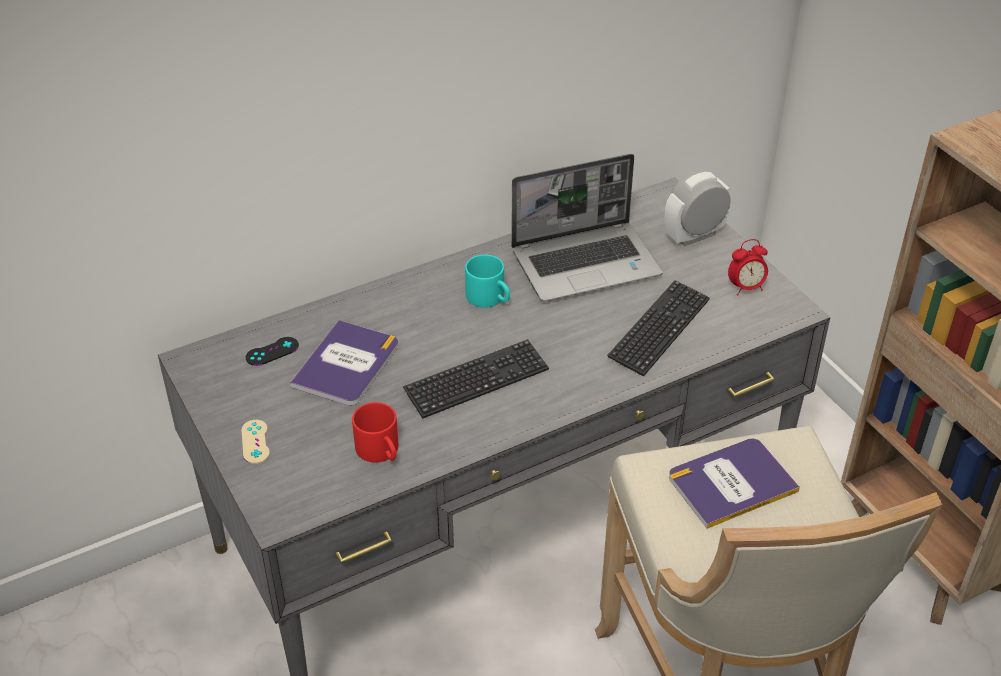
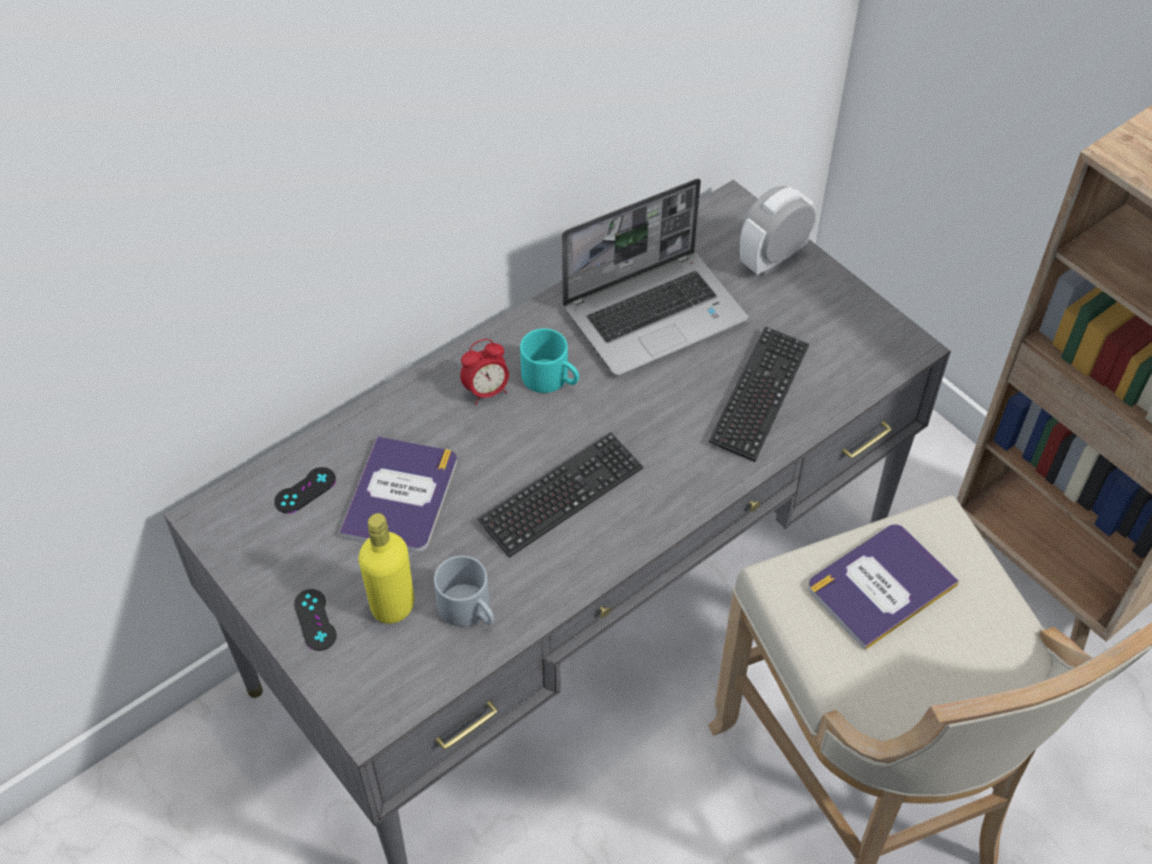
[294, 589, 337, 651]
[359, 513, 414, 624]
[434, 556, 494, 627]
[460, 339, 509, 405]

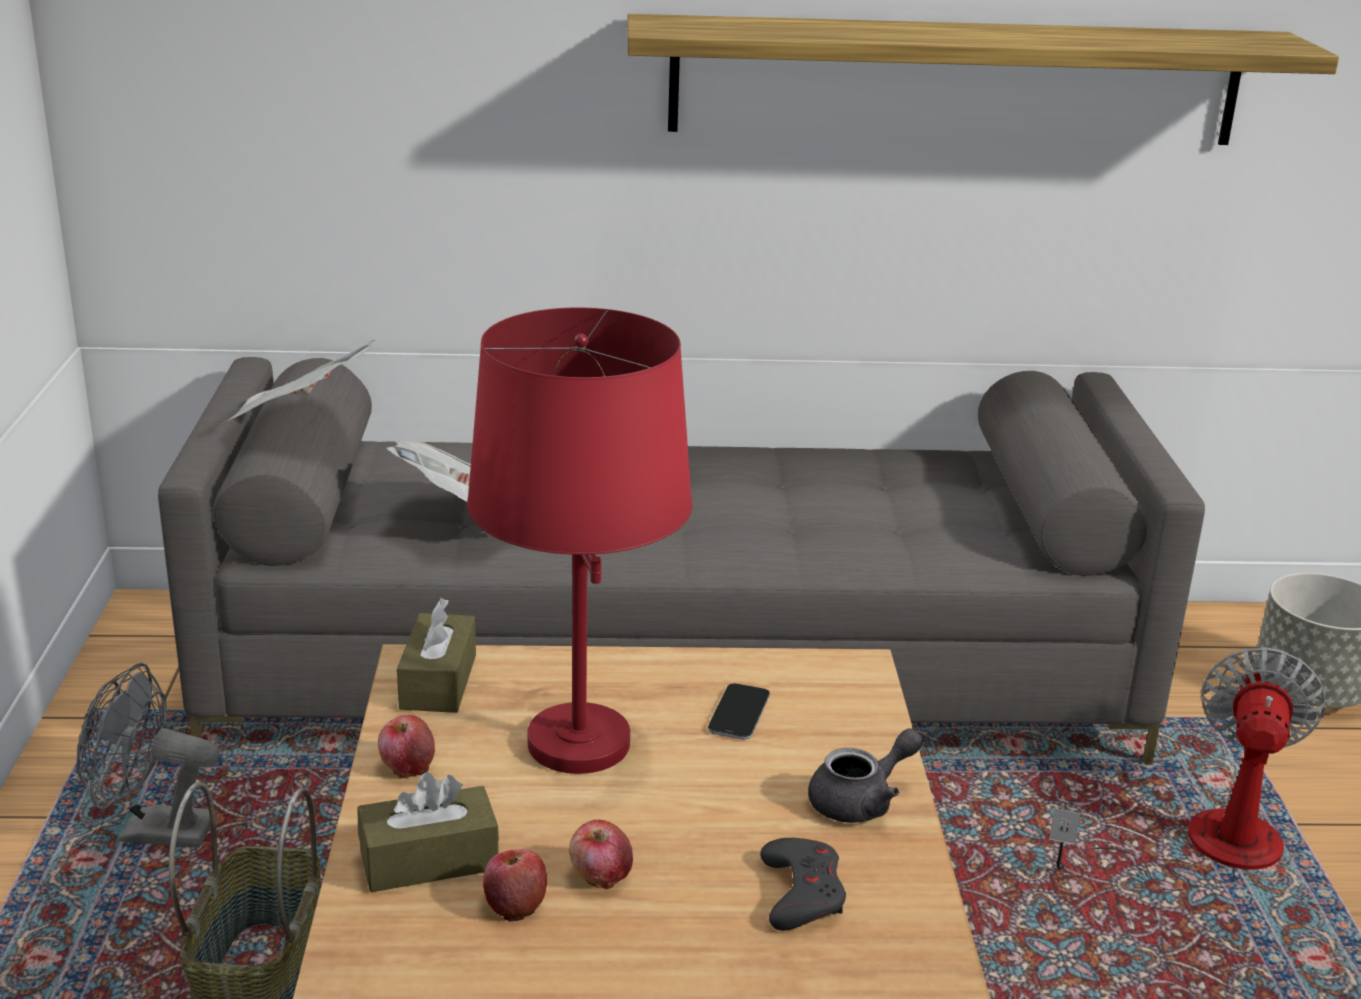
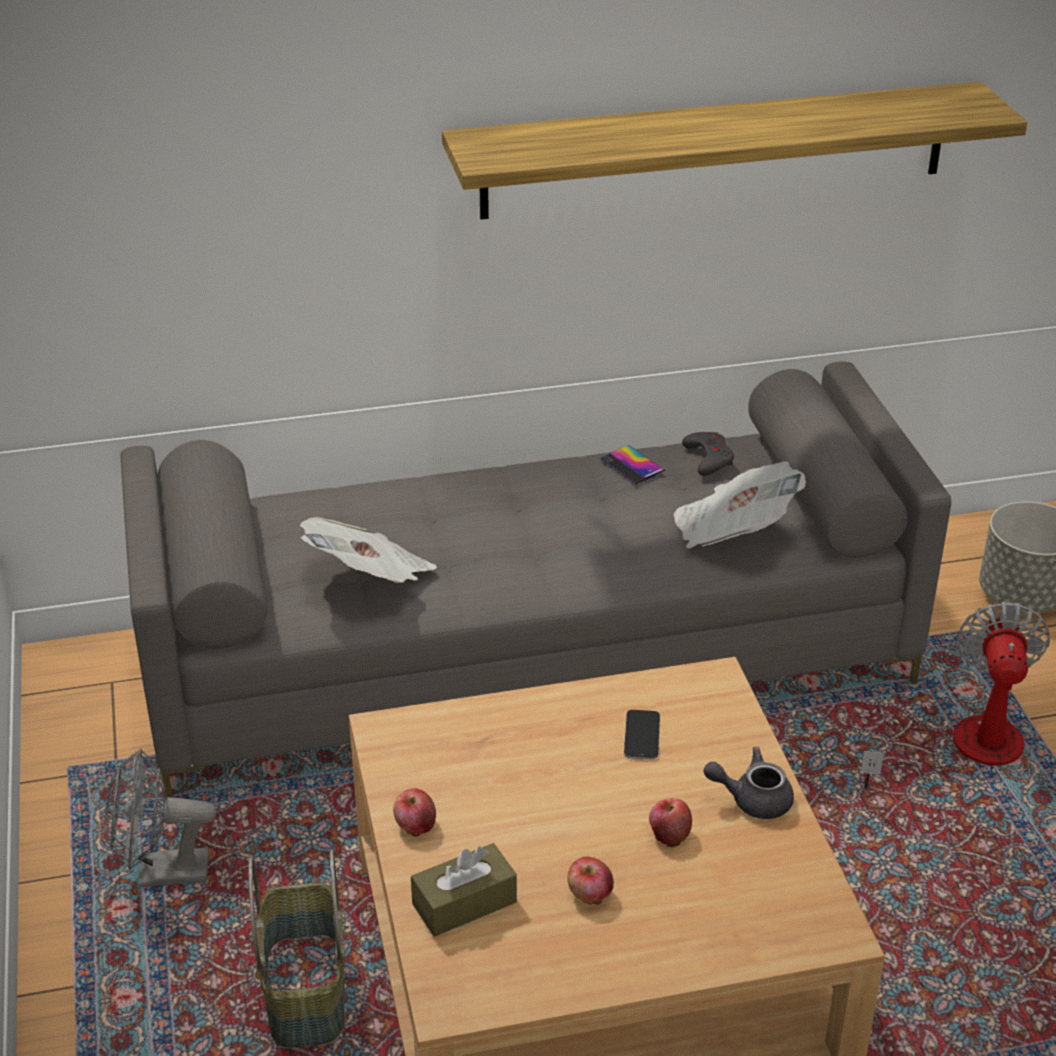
[600, 445, 665, 484]
[649, 798, 692, 847]
[673, 462, 806, 549]
[682, 432, 734, 476]
[703, 747, 794, 819]
[397, 598, 476, 713] (first image)
[467, 307, 692, 774] (first image)

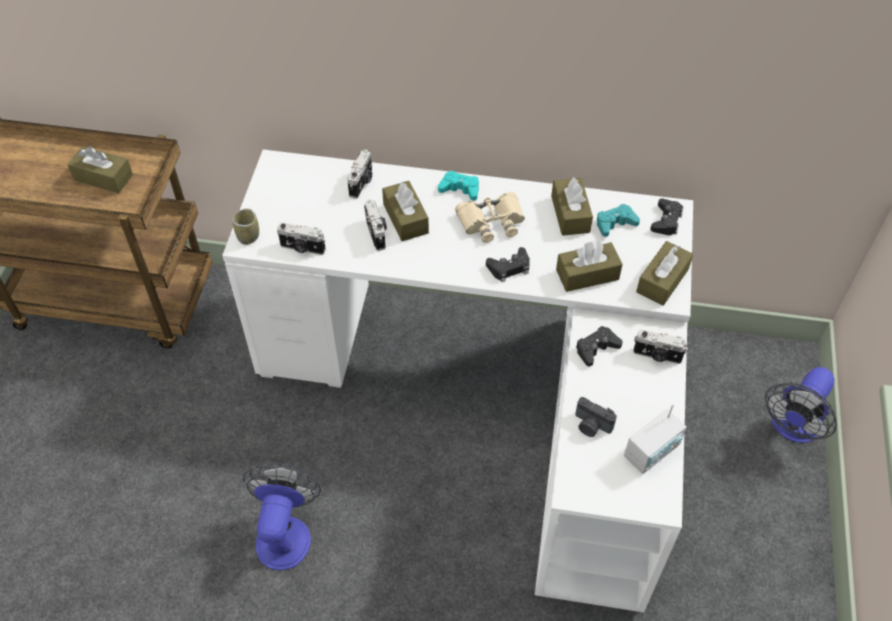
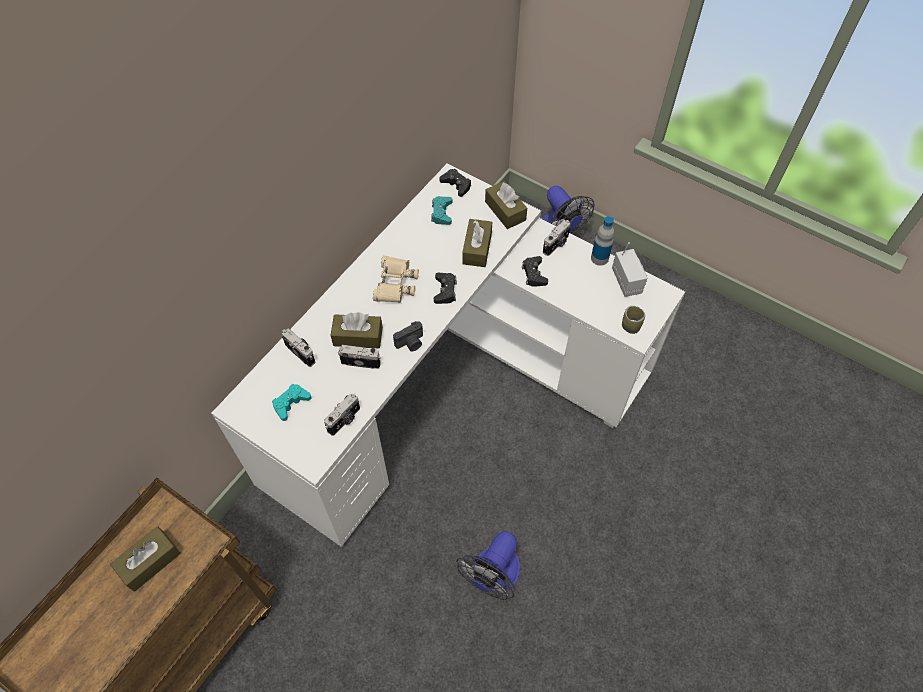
[272, 384, 312, 421]
[393, 321, 423, 352]
[456, 531, 520, 600]
[591, 216, 614, 266]
[622, 306, 645, 334]
[551, 177, 593, 236] (first image)

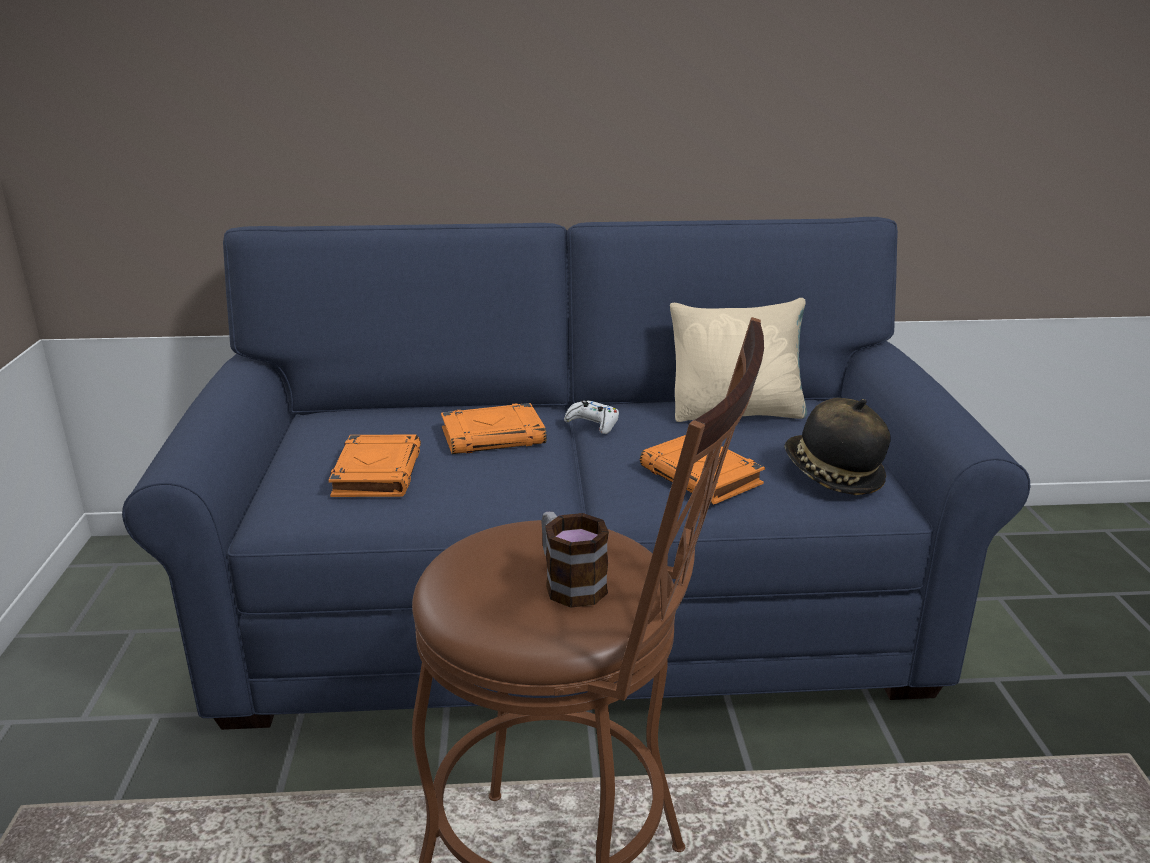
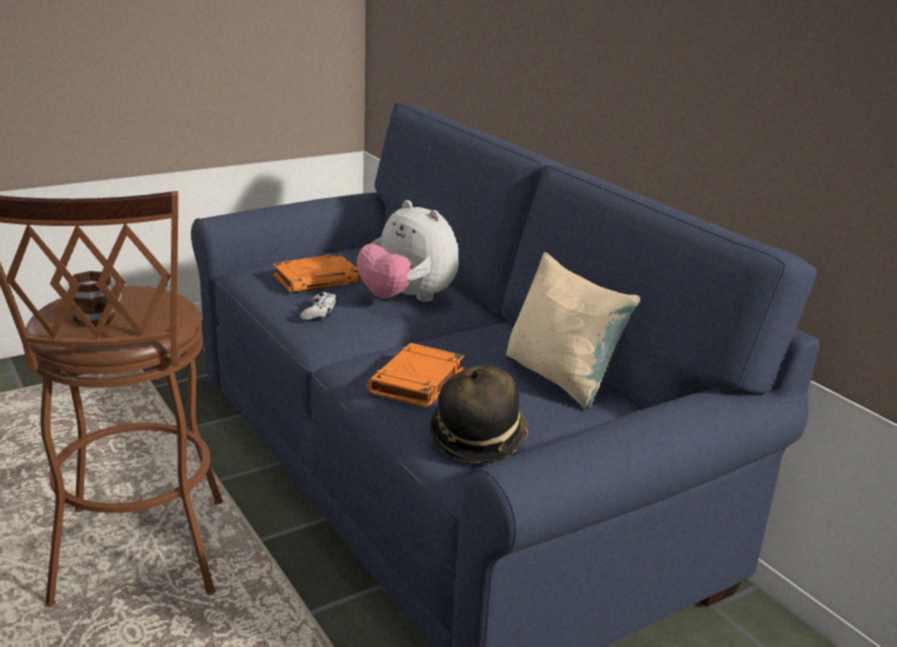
[300, 292, 337, 320]
[357, 200, 459, 302]

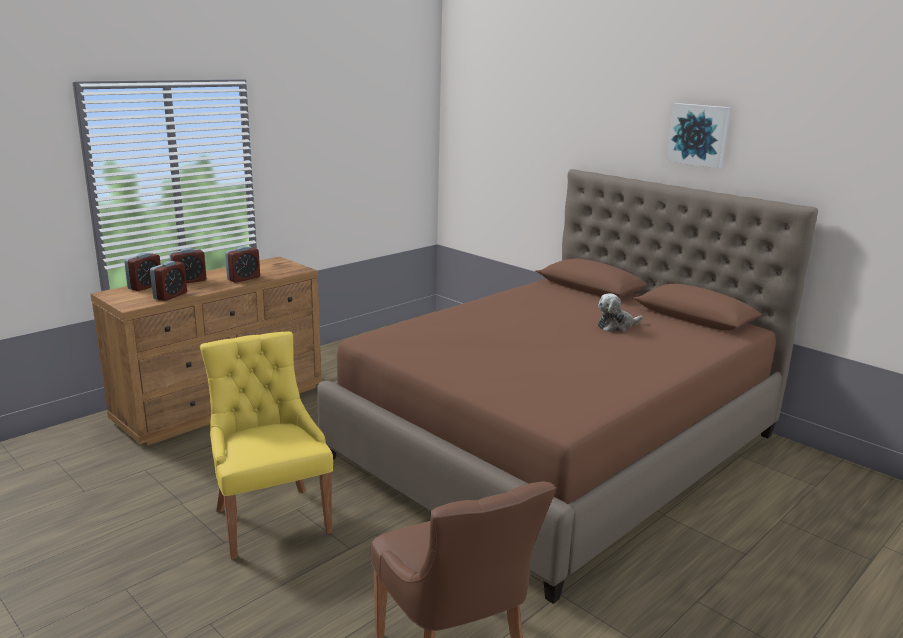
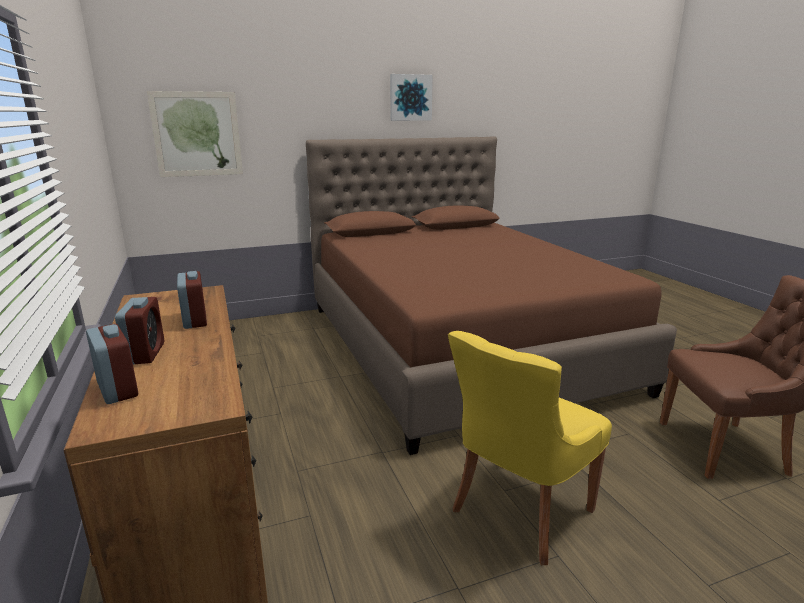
[147, 91, 243, 177]
[448, 331, 612, 565]
[150, 261, 187, 301] (first image)
[597, 293, 643, 332] (first image)

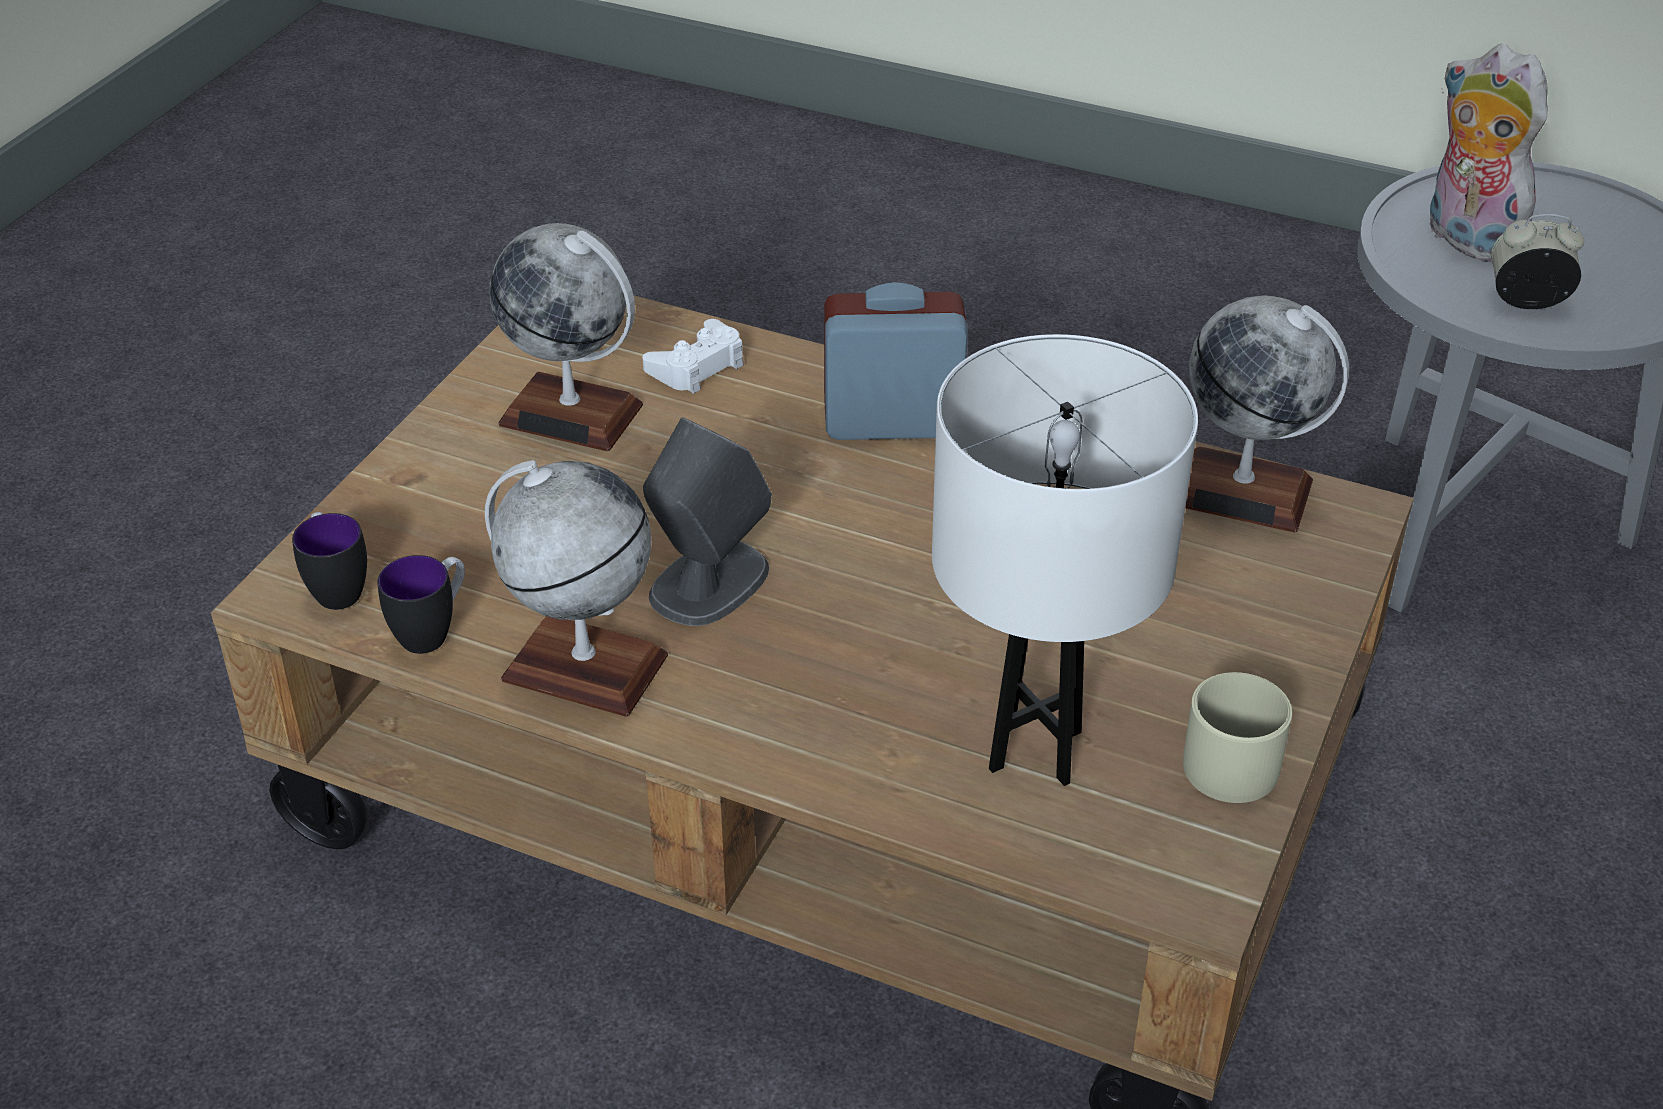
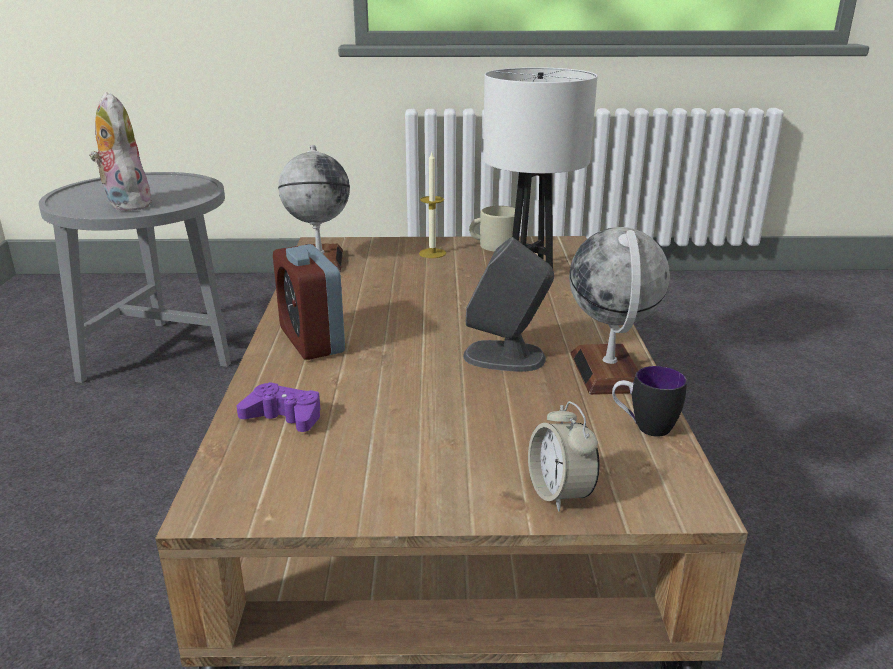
[90, 92, 154, 211]
[237, 382, 321, 432]
[419, 152, 446, 258]
[528, 401, 600, 512]
[292, 512, 367, 610] (first image)
[490, 223, 643, 451] (first image)

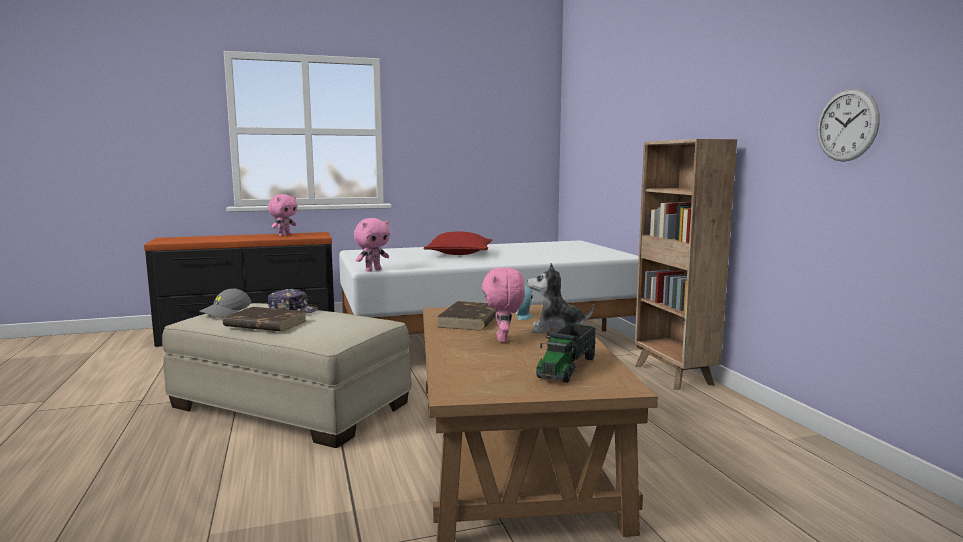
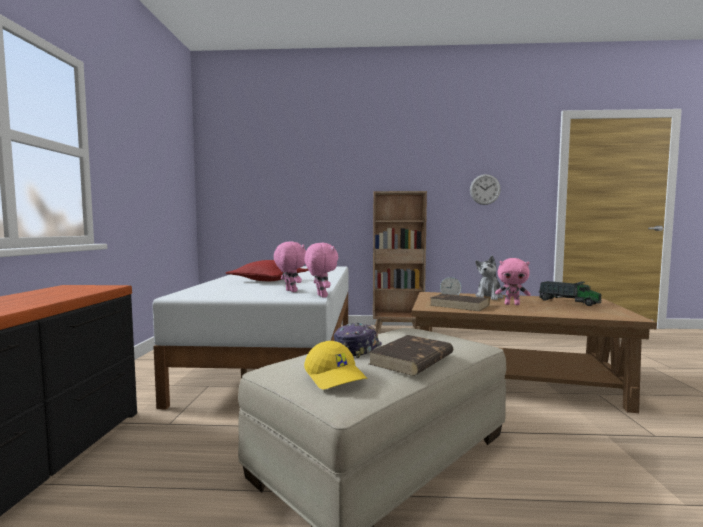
[274, 242, 306, 292]
[304, 341, 368, 389]

